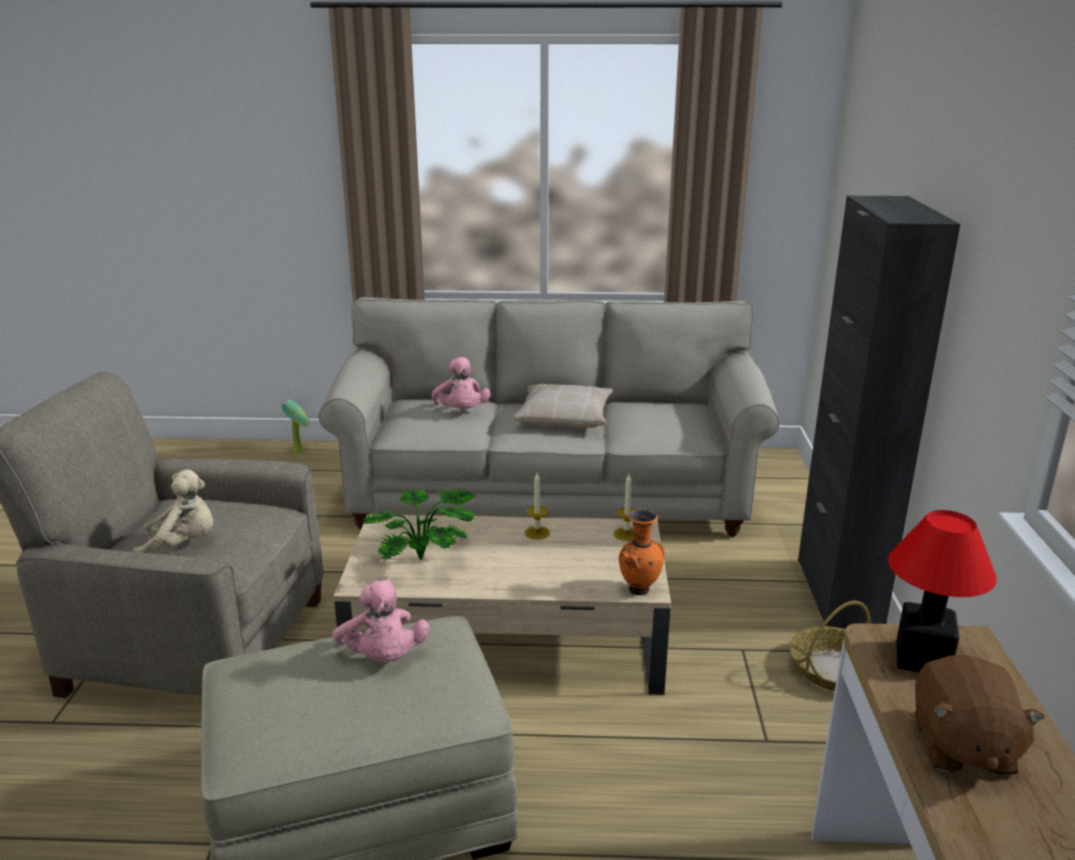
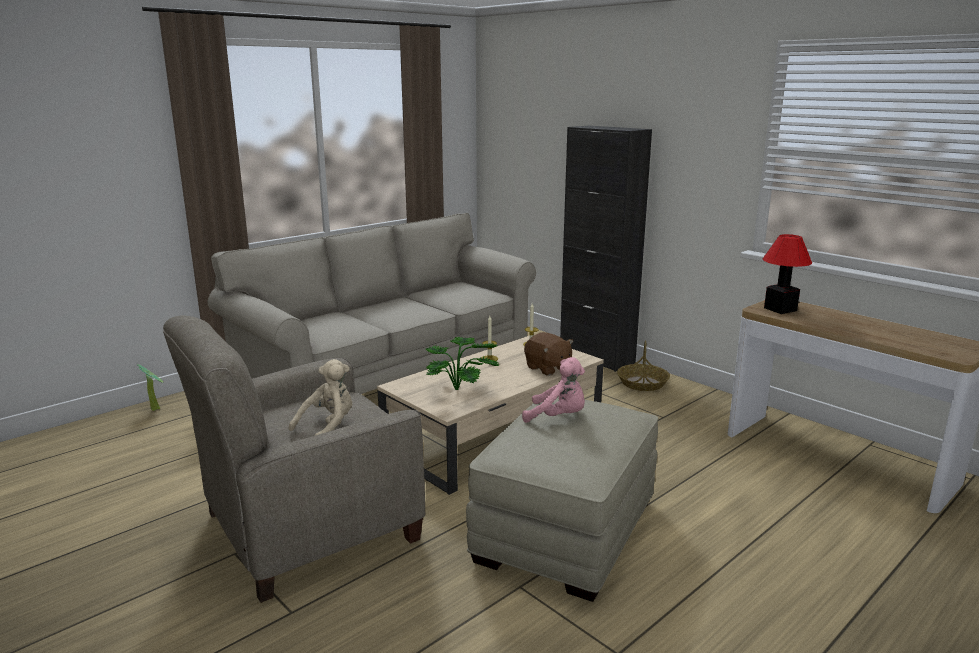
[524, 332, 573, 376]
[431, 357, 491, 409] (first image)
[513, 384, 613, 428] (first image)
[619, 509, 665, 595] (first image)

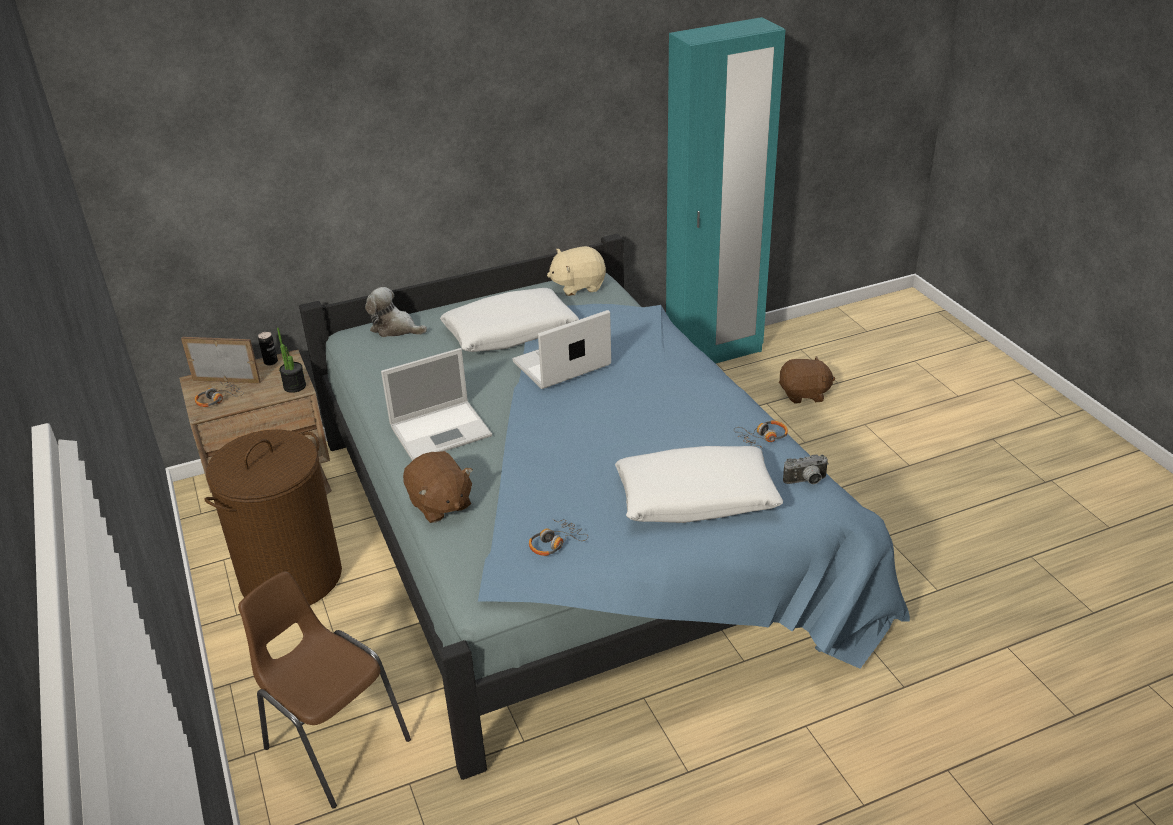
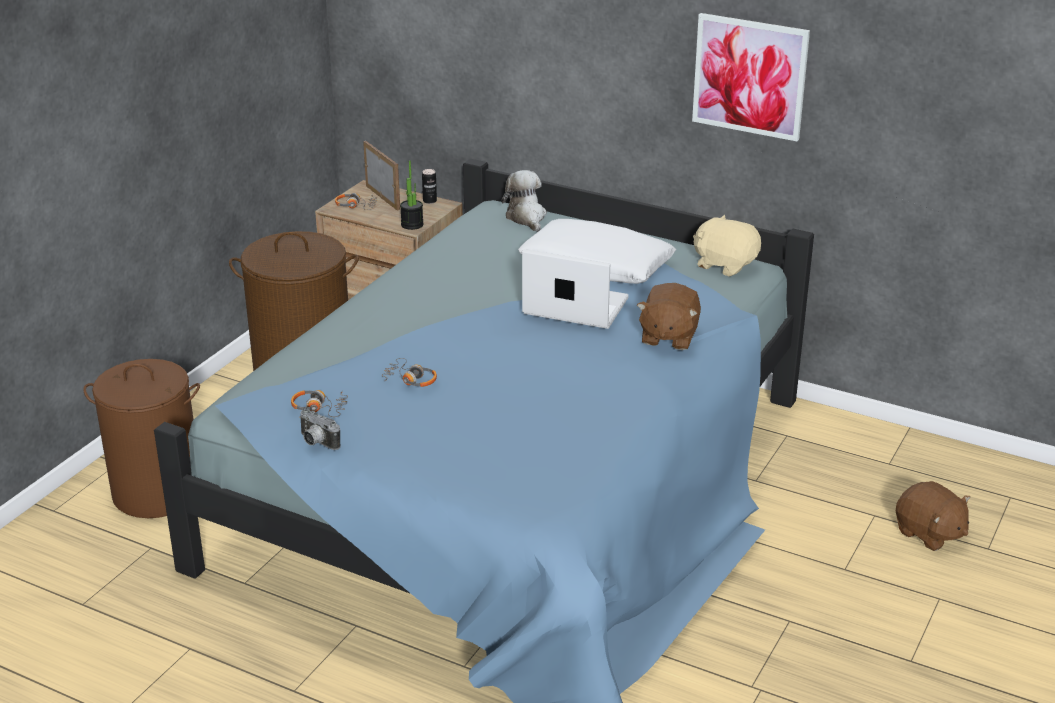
[83, 359, 200, 518]
[299, 407, 340, 450]
[382, 358, 437, 387]
[637, 283, 701, 350]
[692, 13, 810, 141]
[381, 348, 492, 461] (first image)
[615, 446, 783, 523] (first image)
[666, 17, 785, 364] (first image)

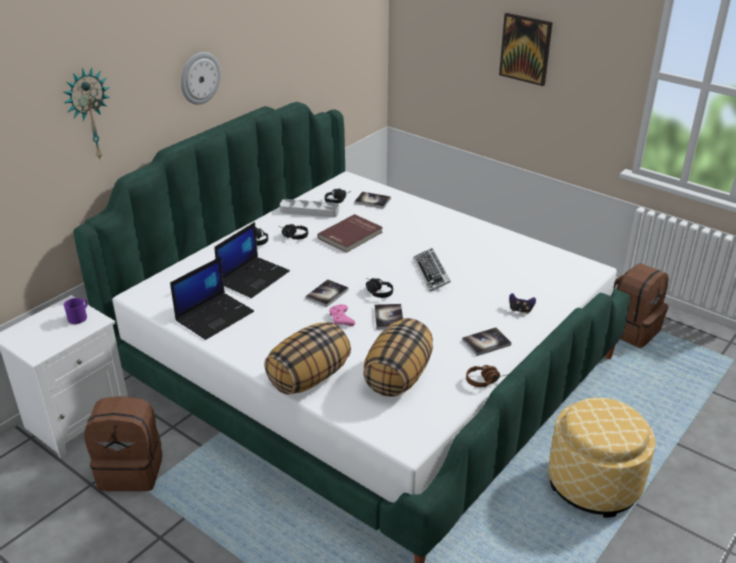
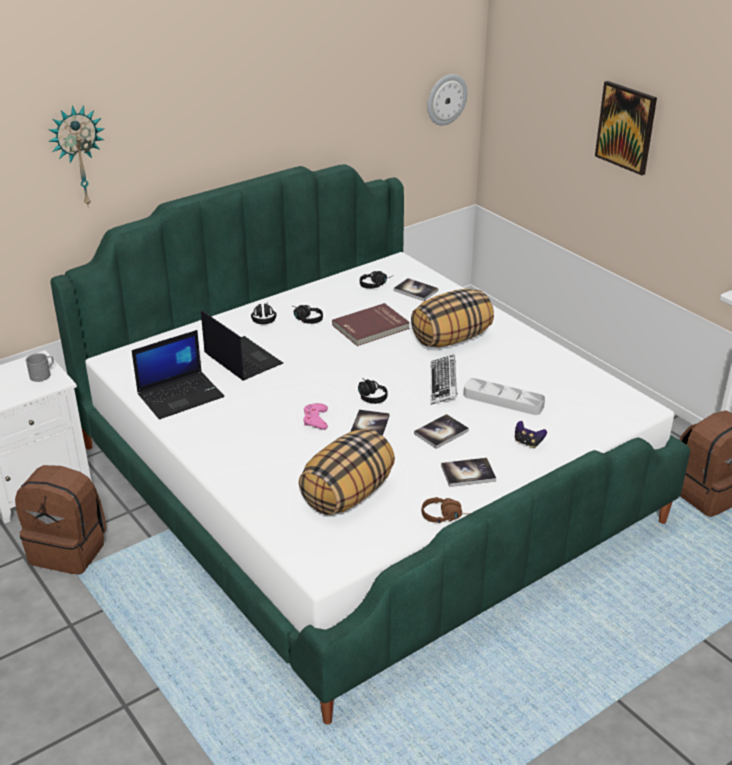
[25, 353, 54, 382]
[201, 310, 283, 381]
[411, 288, 494, 347]
[414, 414, 469, 449]
[427, 74, 467, 125]
[464, 378, 545, 415]
[548, 397, 655, 518] (first image)

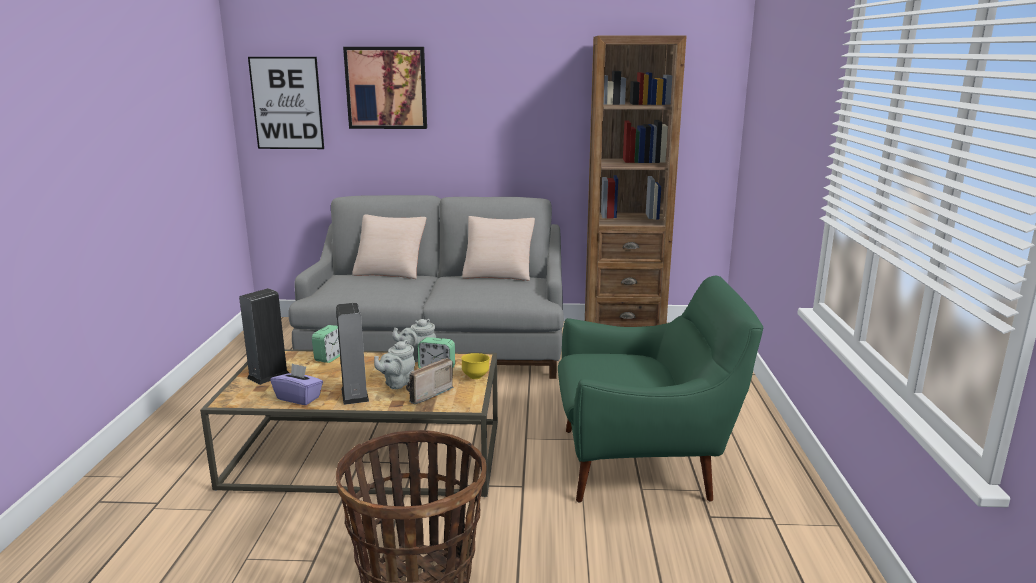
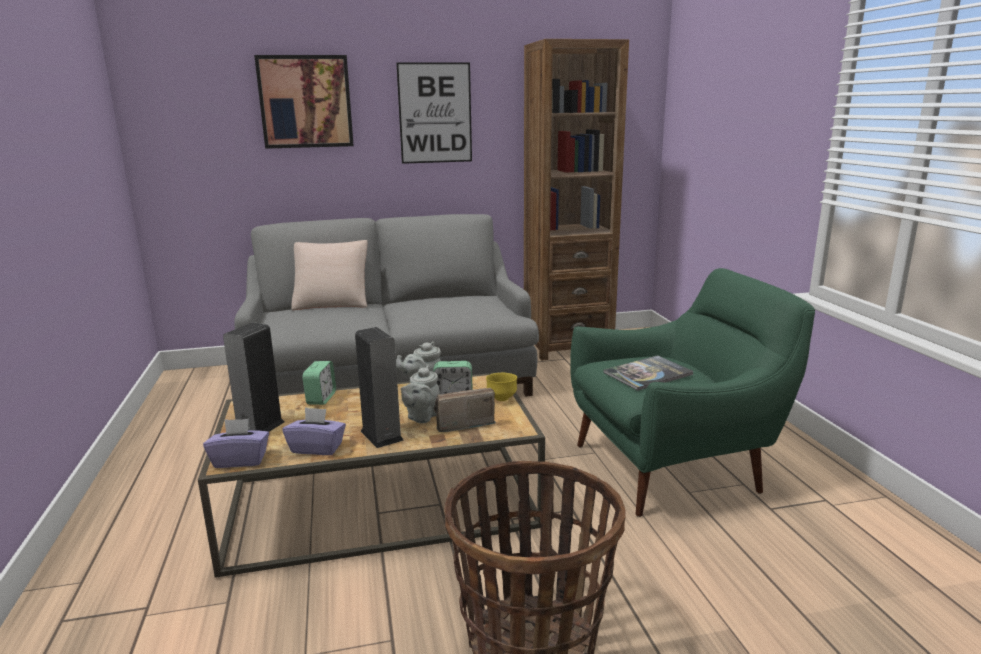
[203, 419, 269, 468]
[396, 62, 472, 164]
[434, 388, 496, 432]
[603, 355, 693, 391]
[462, 216, 535, 281] (first image)

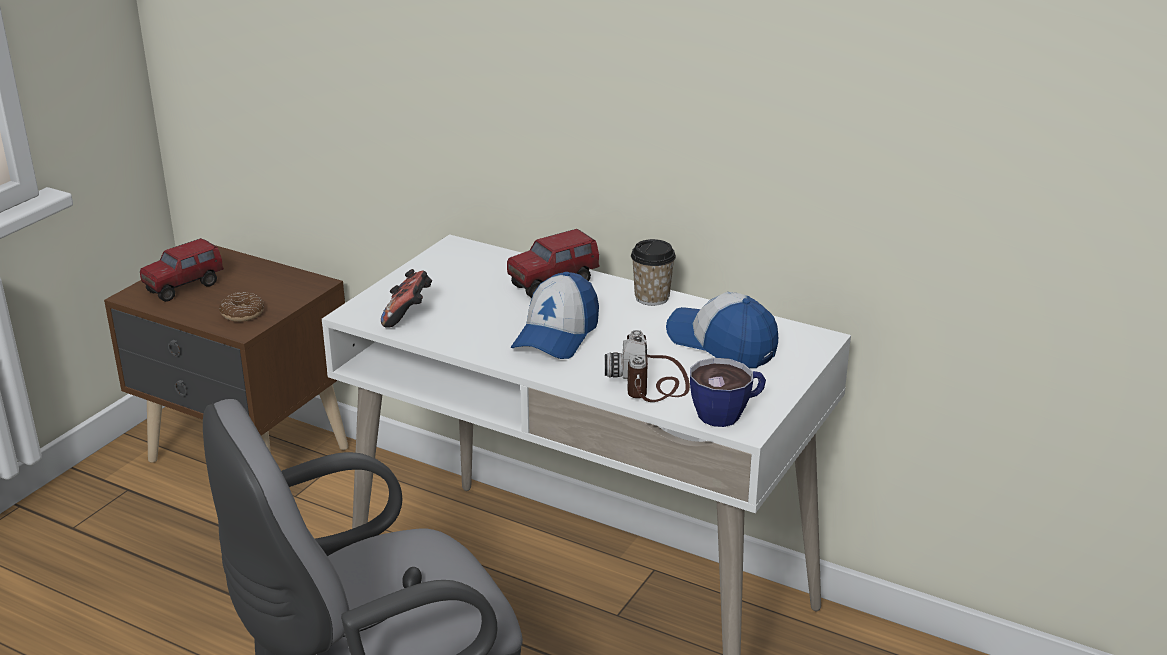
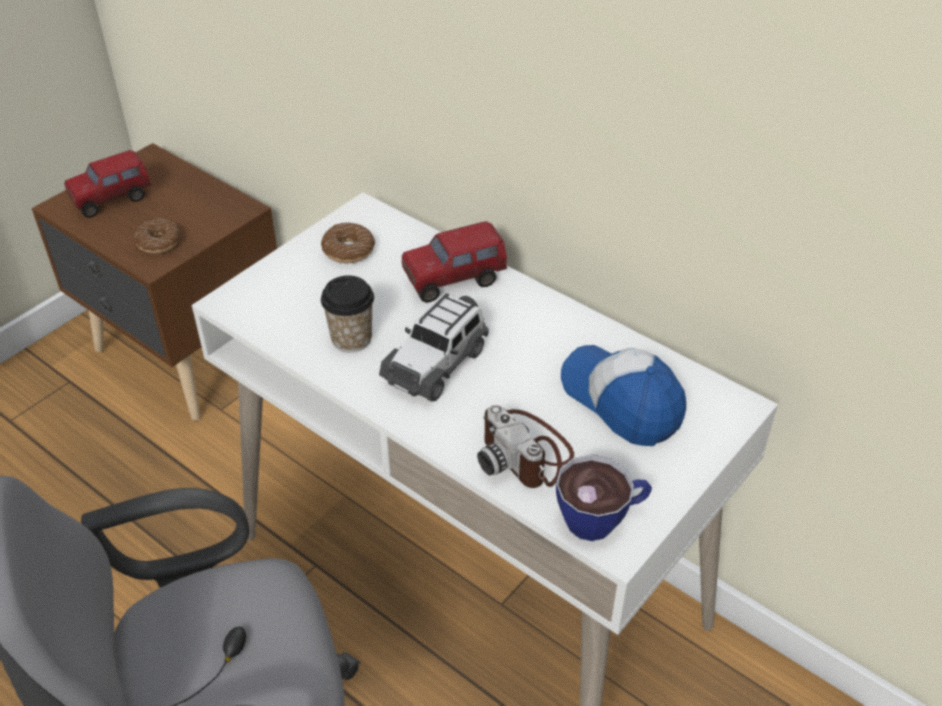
[321, 222, 375, 263]
[321, 275, 374, 353]
[379, 293, 489, 402]
[477, 405, 574, 488]
[381, 269, 432, 328] (first image)

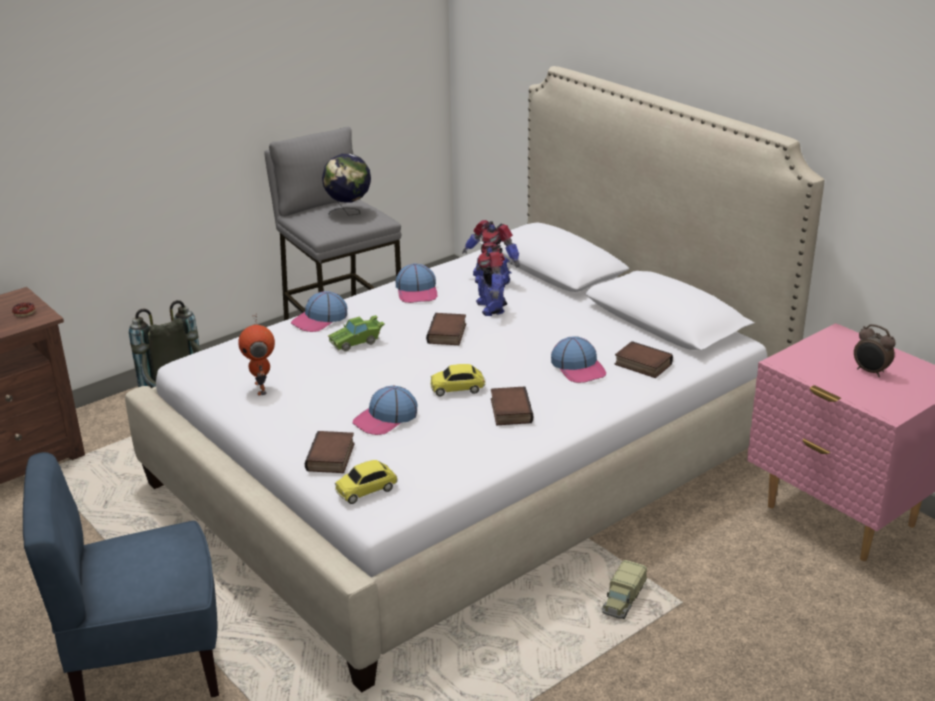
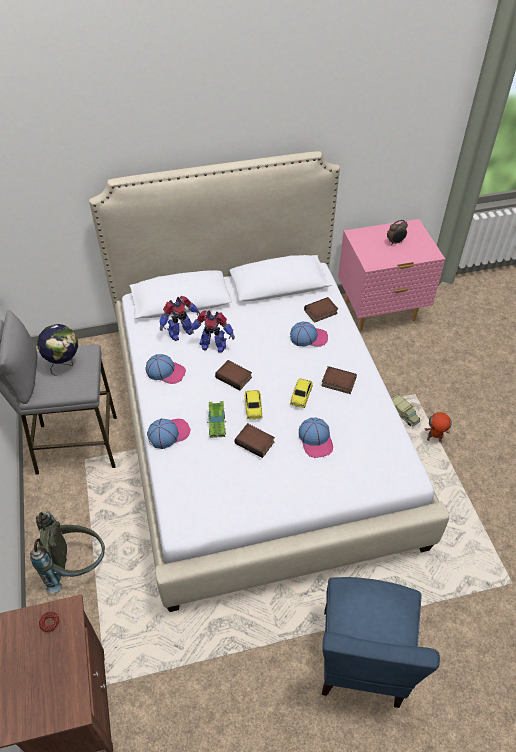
[147, 418, 191, 449]
[235, 423, 275, 458]
[245, 390, 262, 420]
[424, 411, 452, 443]

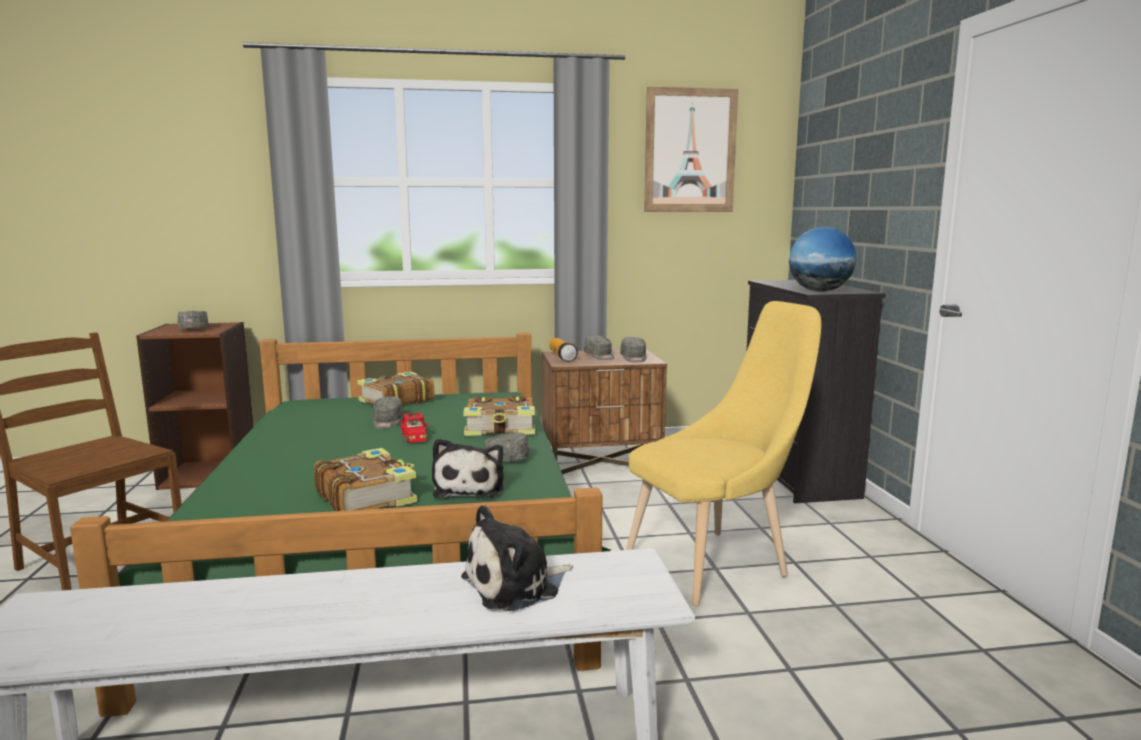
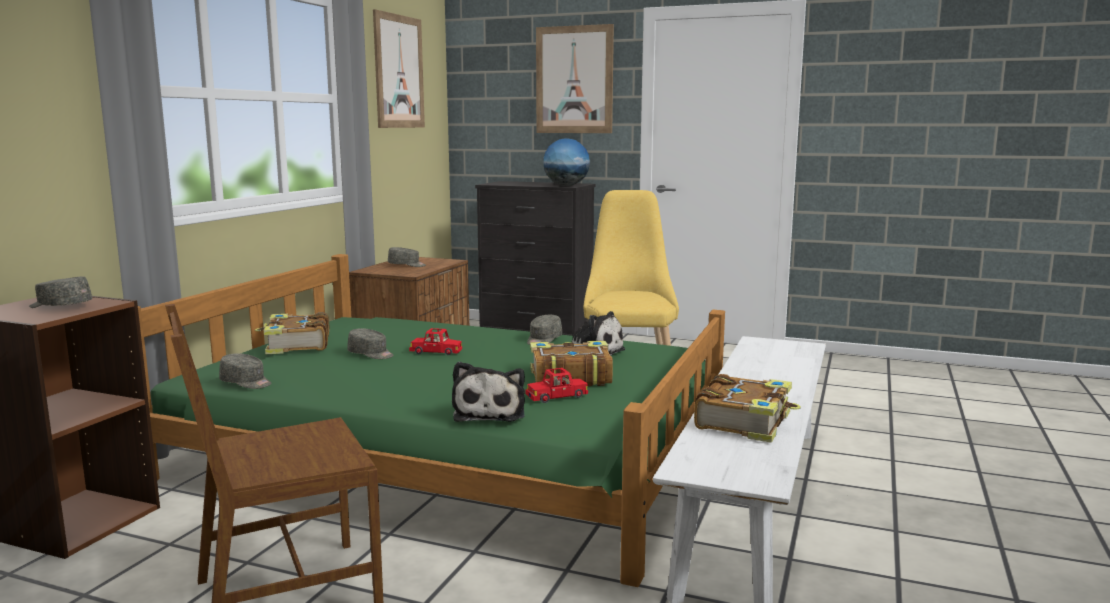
[219, 353, 271, 389]
[452, 362, 525, 422]
[526, 368, 588, 403]
[536, 24, 614, 133]
[694, 374, 801, 443]
[550, 338, 578, 362] (first image)

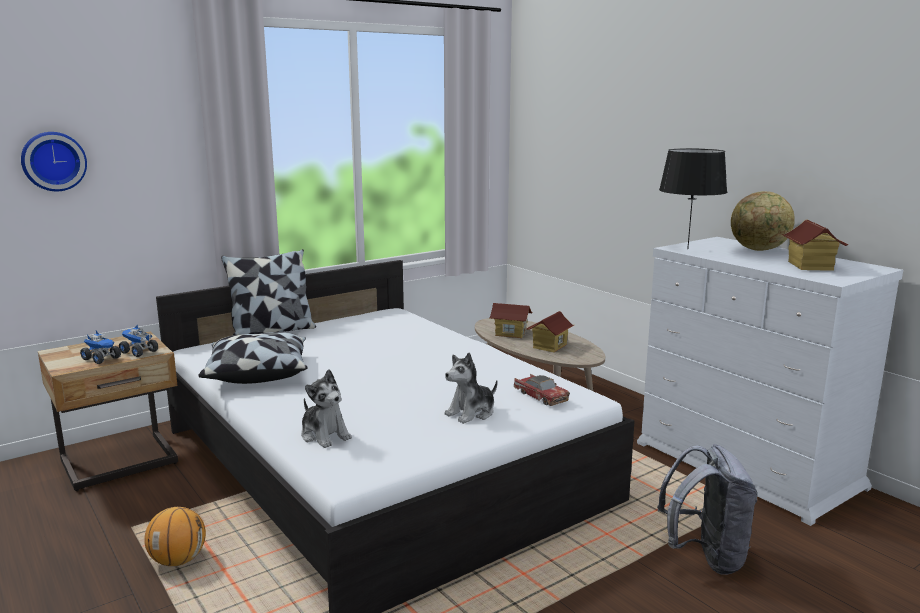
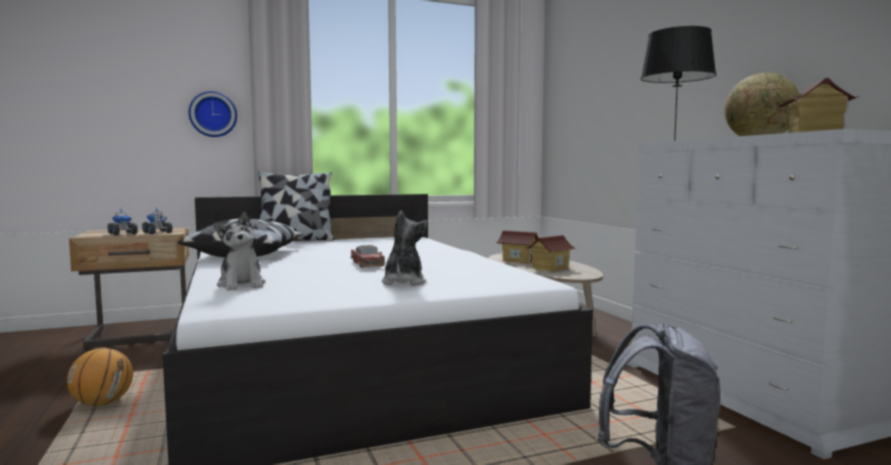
[189, 91, 237, 137]
[351, 245, 385, 268]
[382, 210, 428, 286]

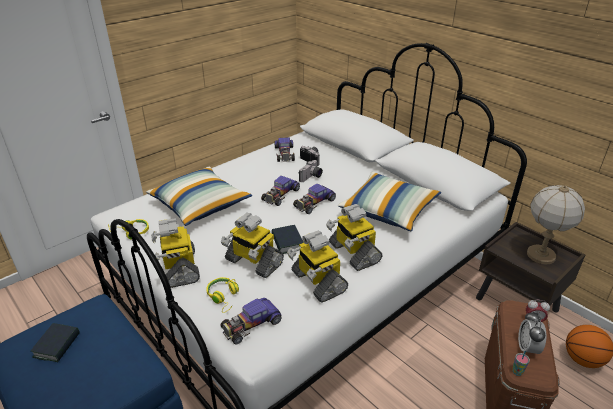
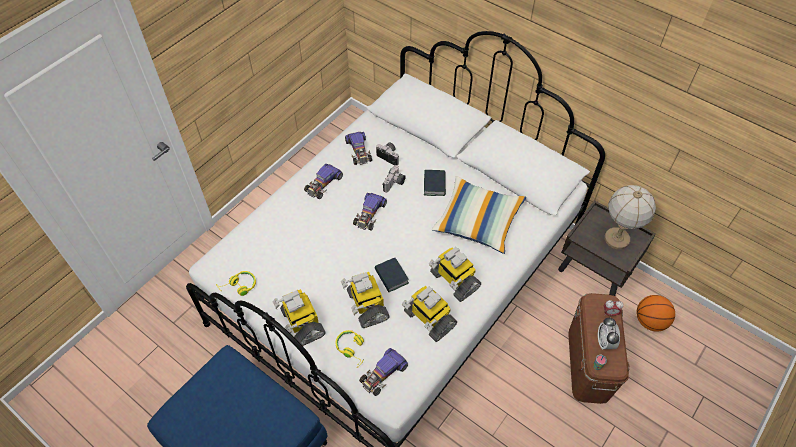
[304, 164, 343, 199]
[341, 272, 390, 328]
[424, 170, 446, 196]
[146, 167, 252, 226] (first image)

